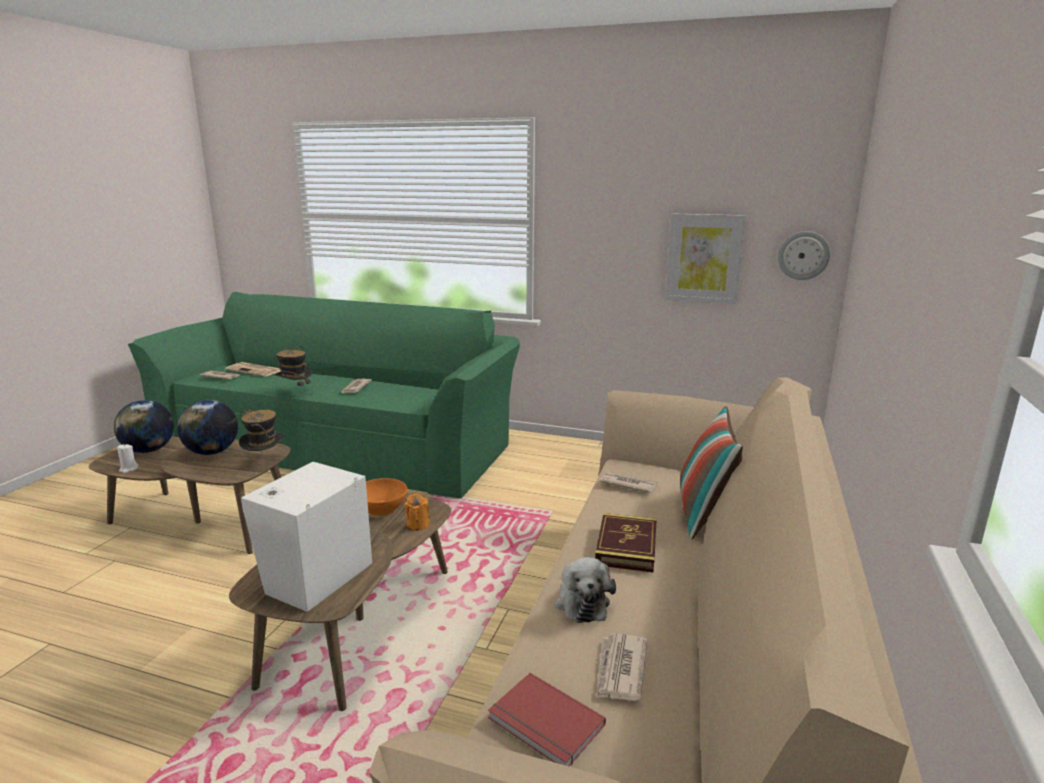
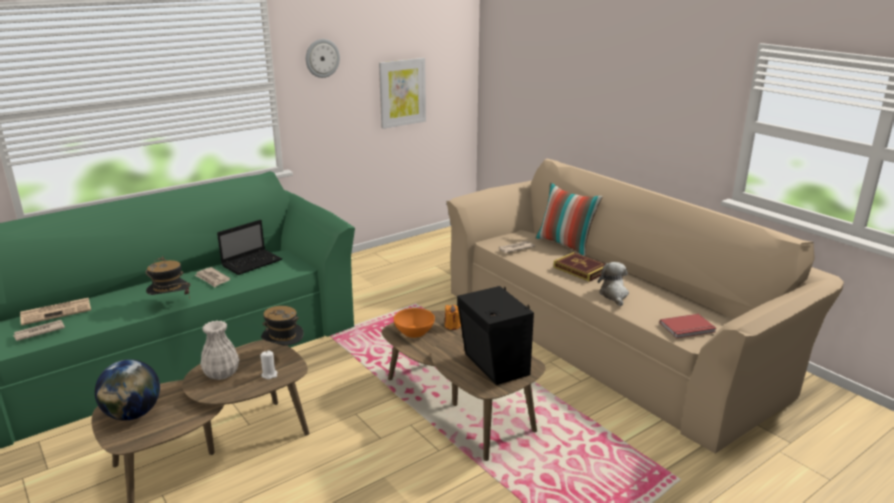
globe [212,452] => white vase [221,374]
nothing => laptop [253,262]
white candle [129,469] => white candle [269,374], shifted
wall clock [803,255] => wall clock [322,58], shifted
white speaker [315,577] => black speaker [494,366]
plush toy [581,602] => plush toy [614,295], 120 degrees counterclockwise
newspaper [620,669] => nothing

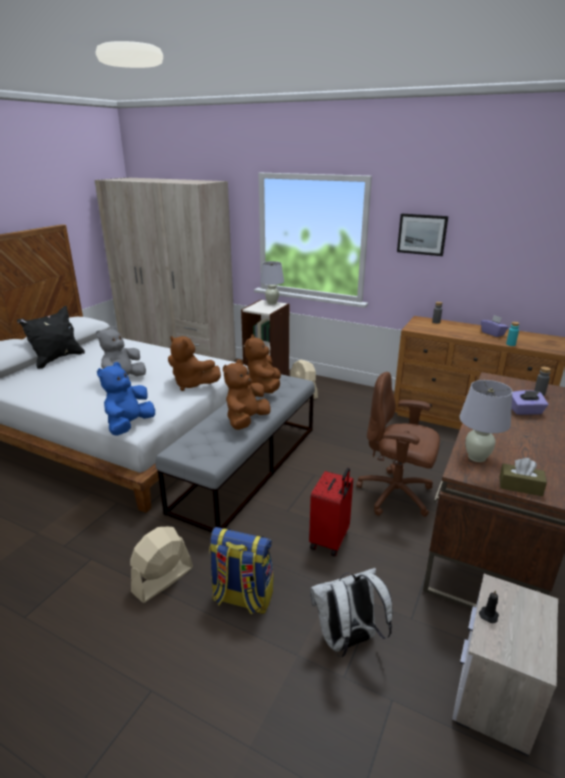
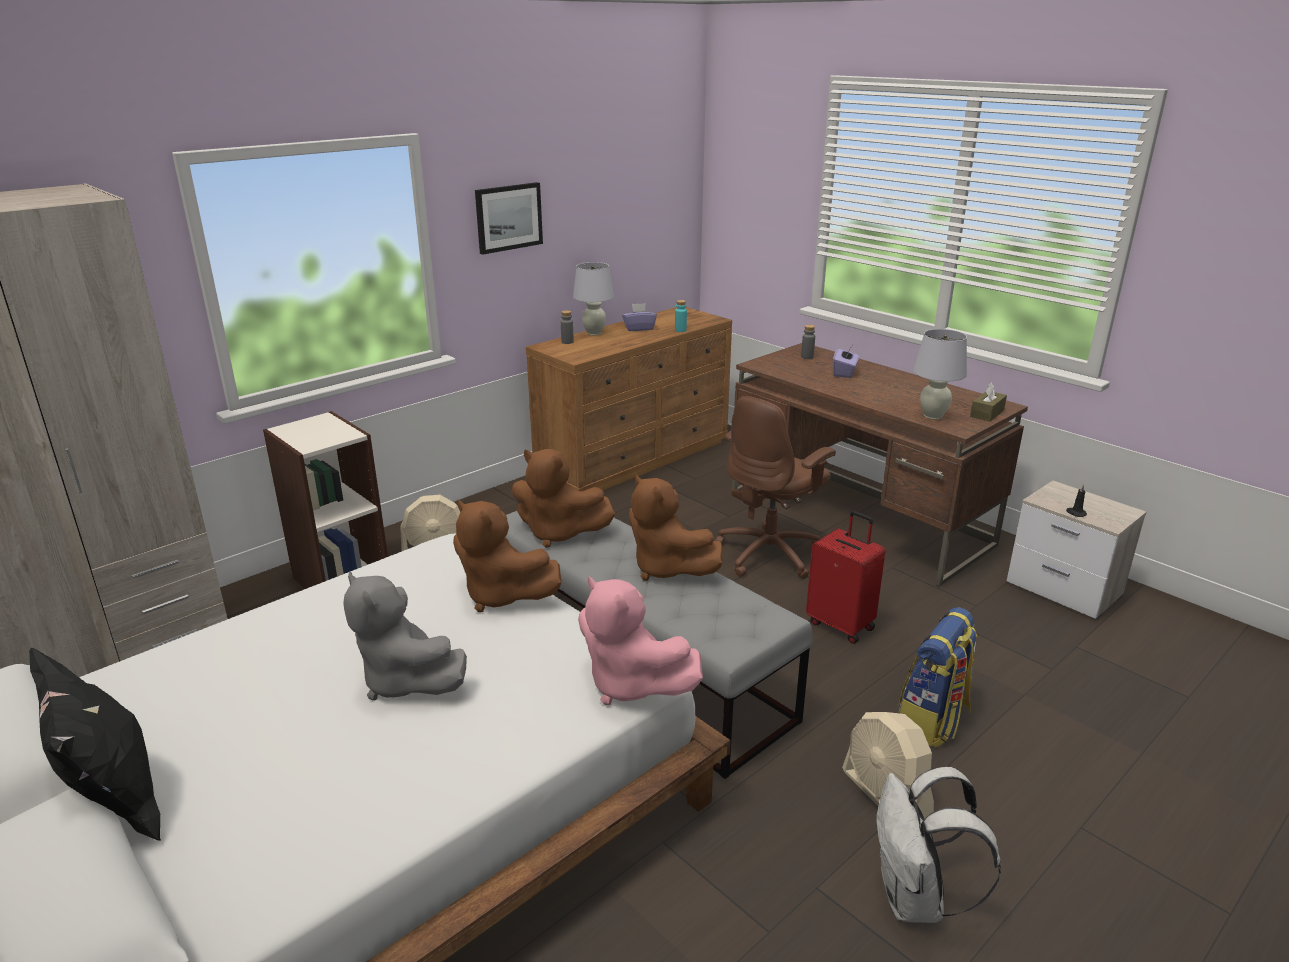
brown plush toy [192,384] => brown plush toy [501,595], 75 degrees clockwise
white table lamp [272,303] => white table lamp [594,333], shifted
blue plush toy [129,425] => pink plush toy [630,684]
white backpack [347,640] => white backpack [915,899], shifted

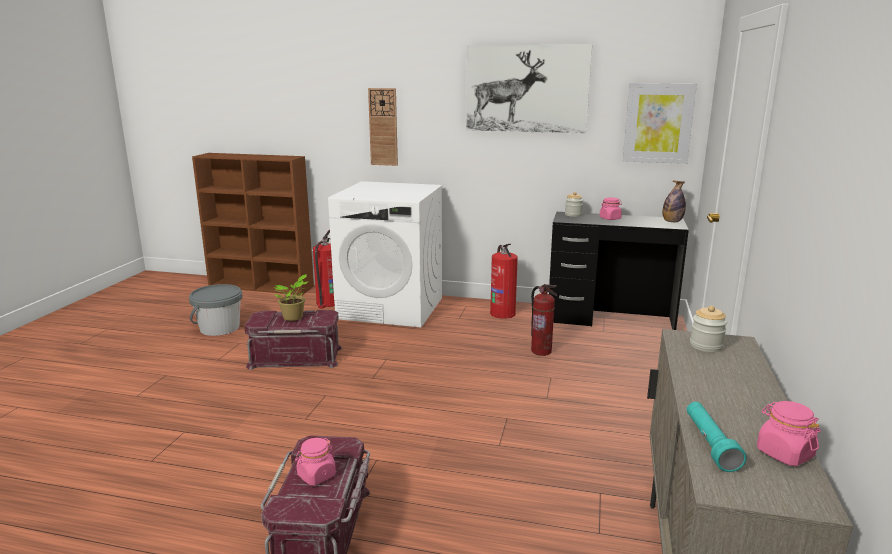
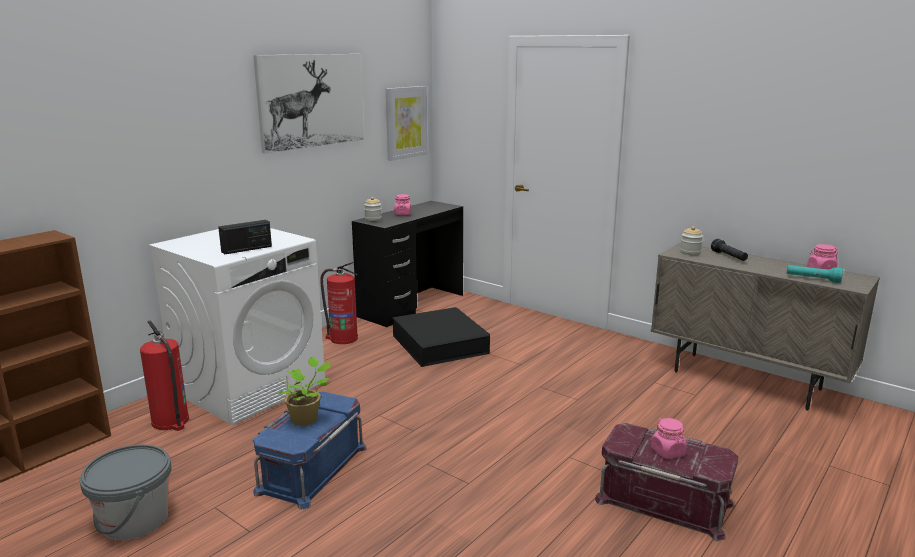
nothing => radio [247,249]
red storage box [296,357] => blue storage box [311,468]
fire extinguisher [541,351] => black storage box [440,344]
nothing => black flashlight [729,257]
wall clock [383,127] => nothing
bottle [672,222] => nothing

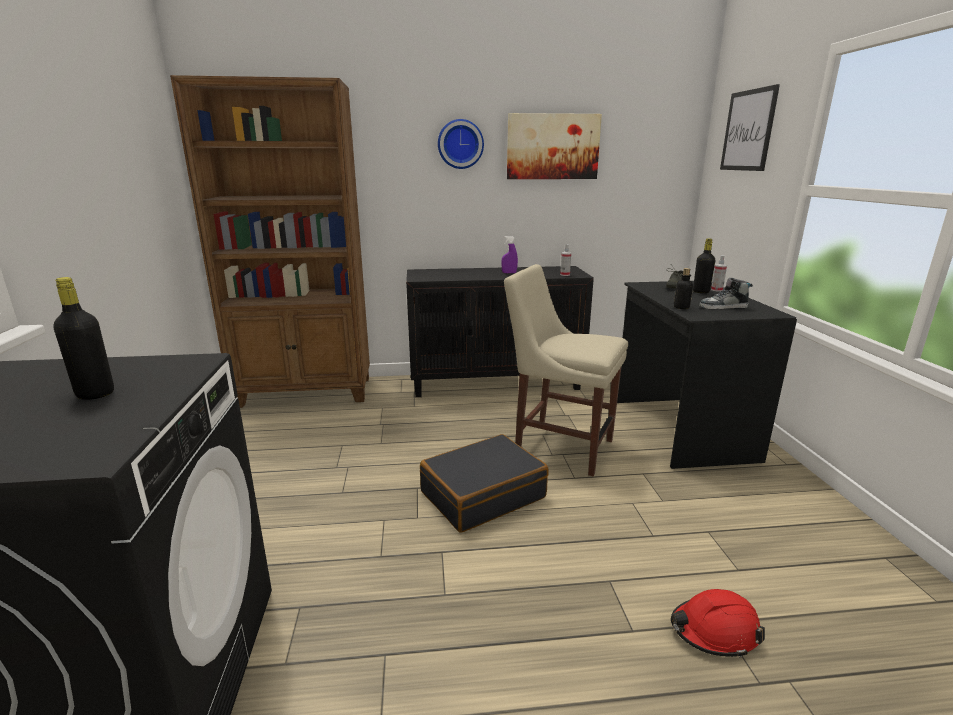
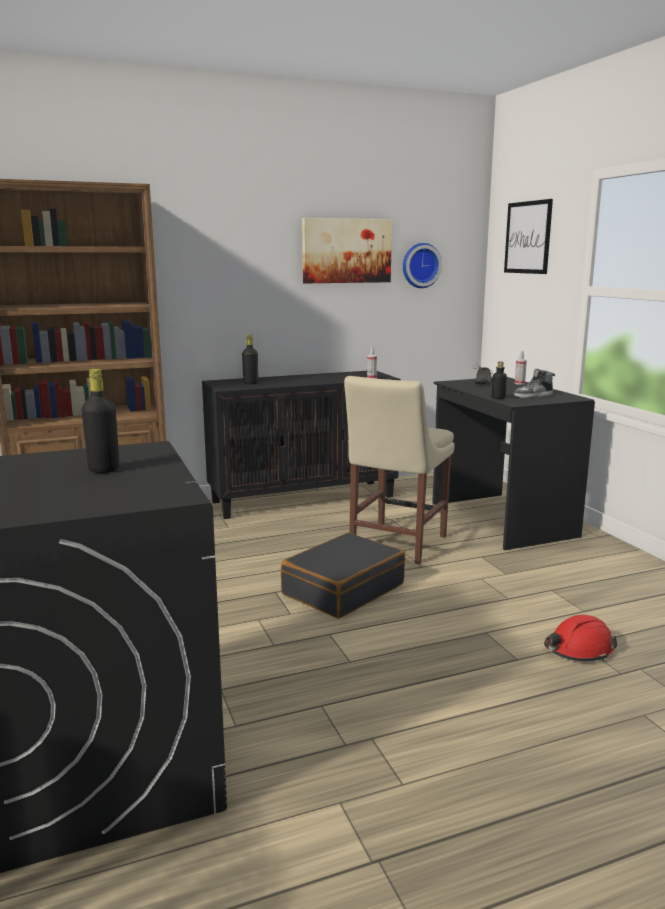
black bottle [701,292] => black bottle [250,383], shifted
beige chair [559,446] => beige chair [395,544], 75 degrees counterclockwise
wall clock [460,144] => wall clock [420,265], shifted
purple spray bottle [509,273] => nothing

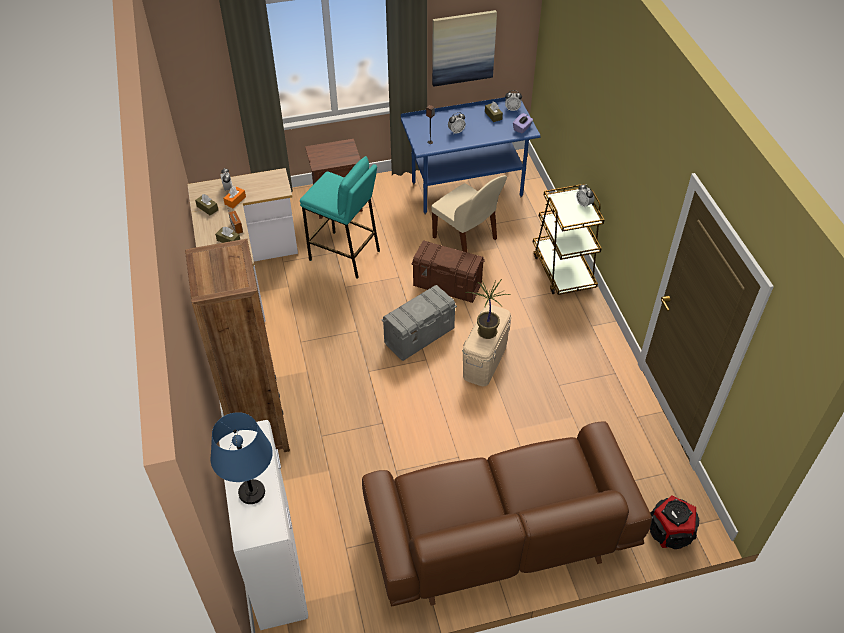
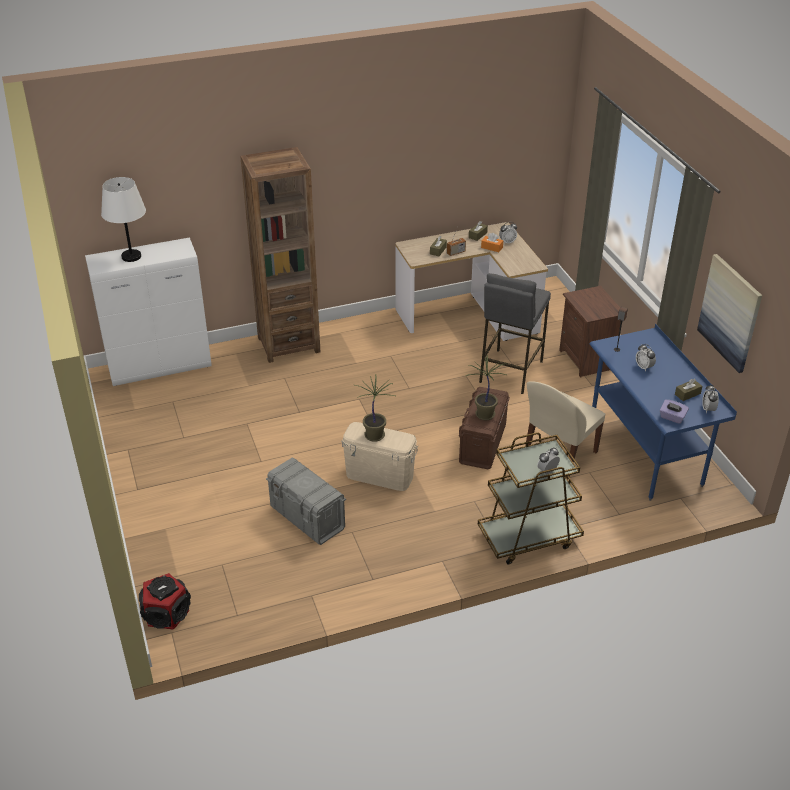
blue table lamp [252,492] => white table lamp [131,256]
grey storage box [419,336] => grey storage box [307,518], shifted
nothing => potted plant [484,415]
turquoise stool [345,255] => grey stool [510,371]
brown sofa [499,533] => nothing

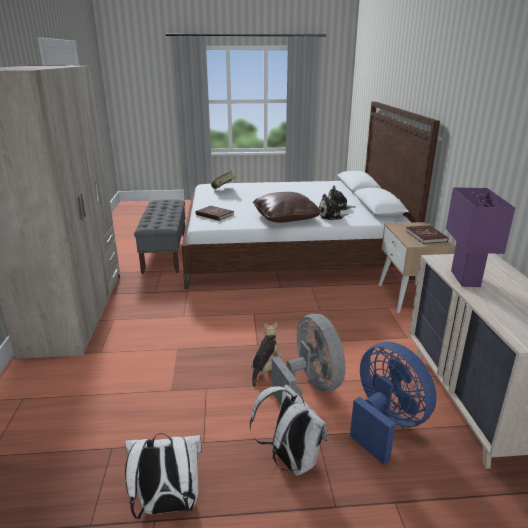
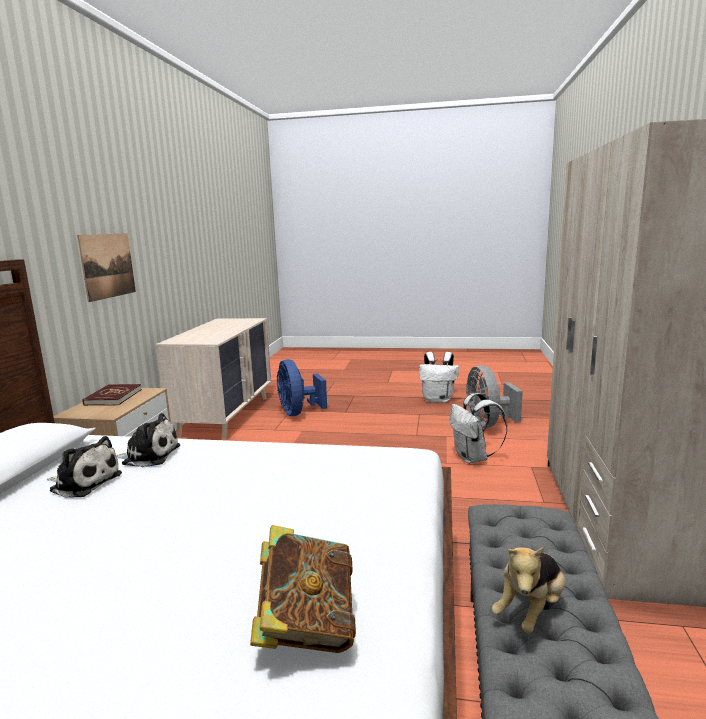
nothing => picture [108,265]
white backpack [290,460] => white backpack [473,458], shifted
grey fan [310,387] => grey fan [488,424], shifted
plush toy [265,368] => plush toy [531,610], shifted
red book [214,215] => nothing
brown pillow [285,218] => nothing
purple table lamp [465,279] => nothing

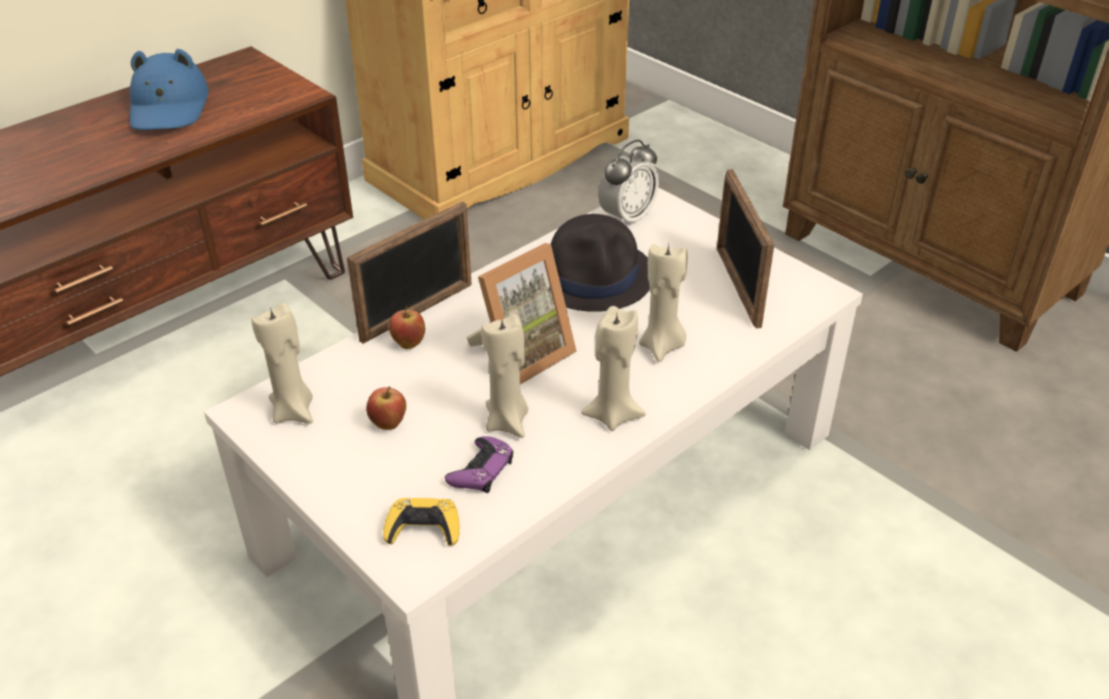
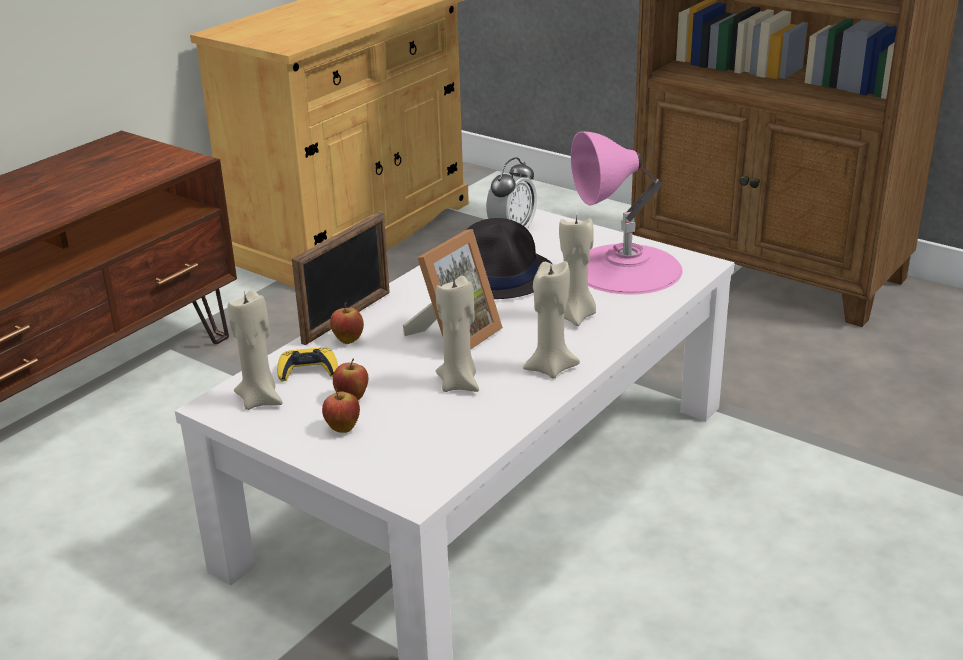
yellow game controller [423,528] => yellow game controller [308,370], shifted
nothing => apple [342,429]
picture frame [737,287] => pink table lamp [626,269]
blue hat [169,107] => nothing
purple game controller [481,470] => nothing

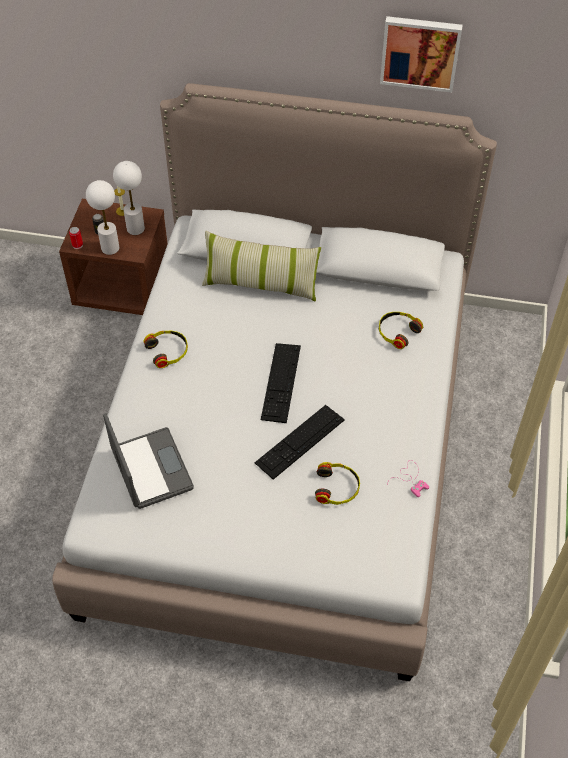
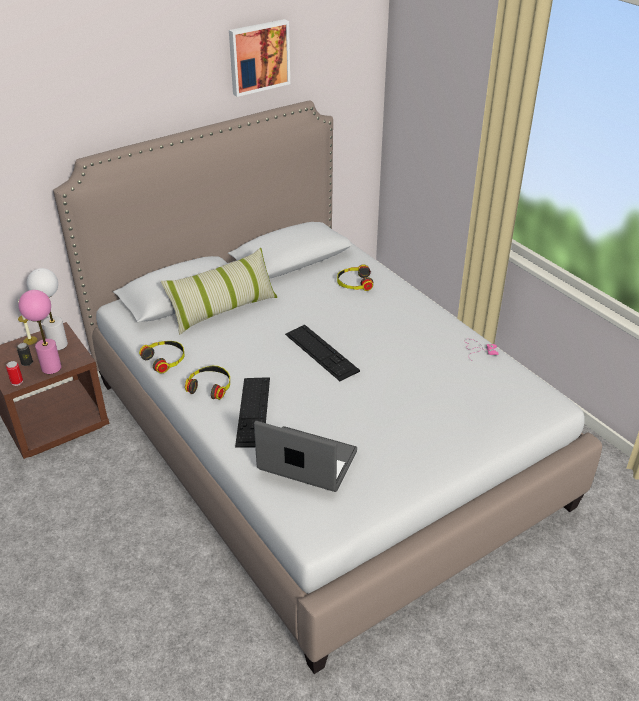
white table lamp [110,248] => pink table lamp [51,368]
headphones [337,487] => headphones [165,359], shifted
keyboard [300,441] => keyboard [253,411], shifted

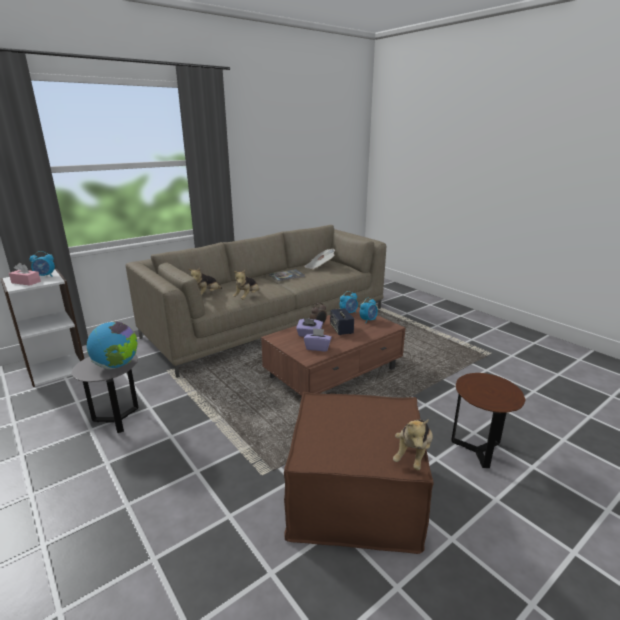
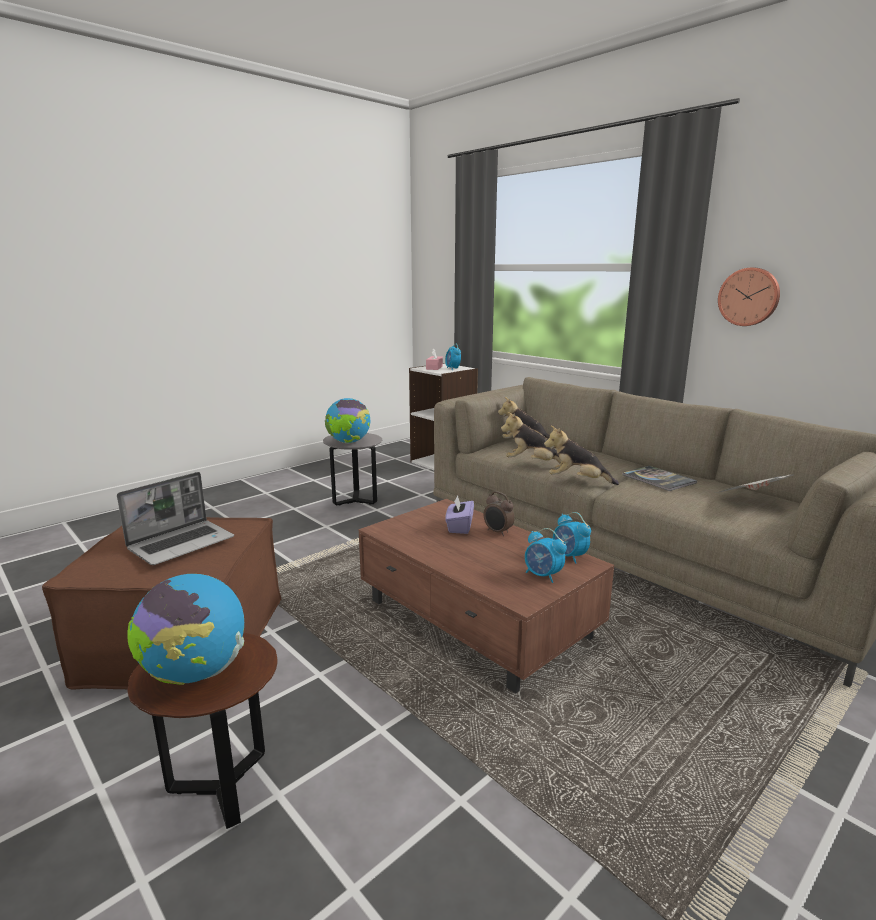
nothing => laptop [182,543]
nothing => globe [195,673]
plush toy [413,455] => plush toy [577,481], shifted
nothing => wall clock [749,297]
purple tissue box [317,348] => nothing
speaker [341,330] => nothing

